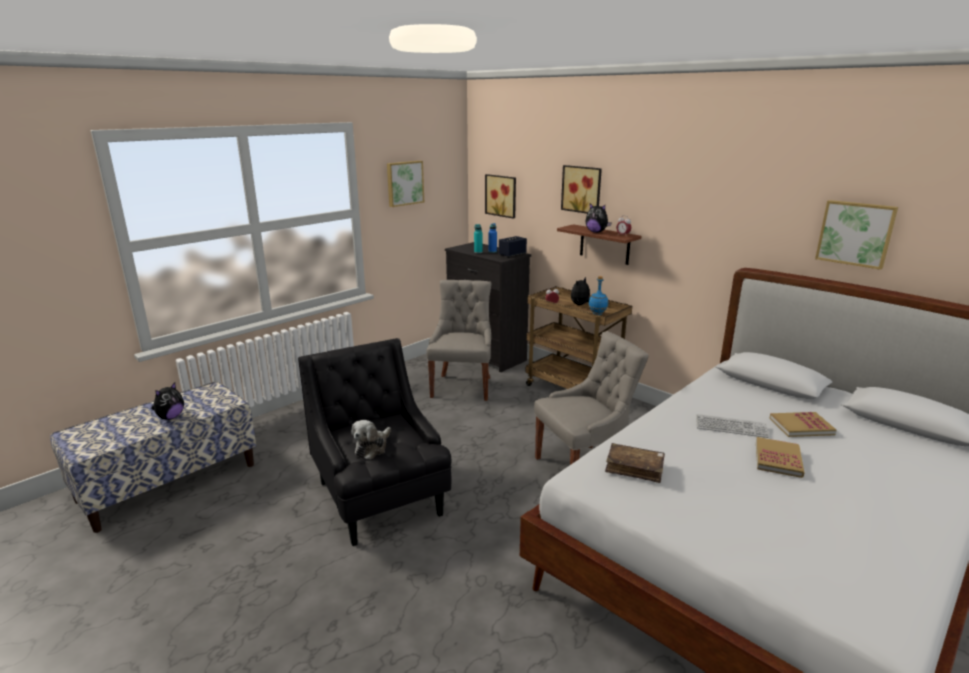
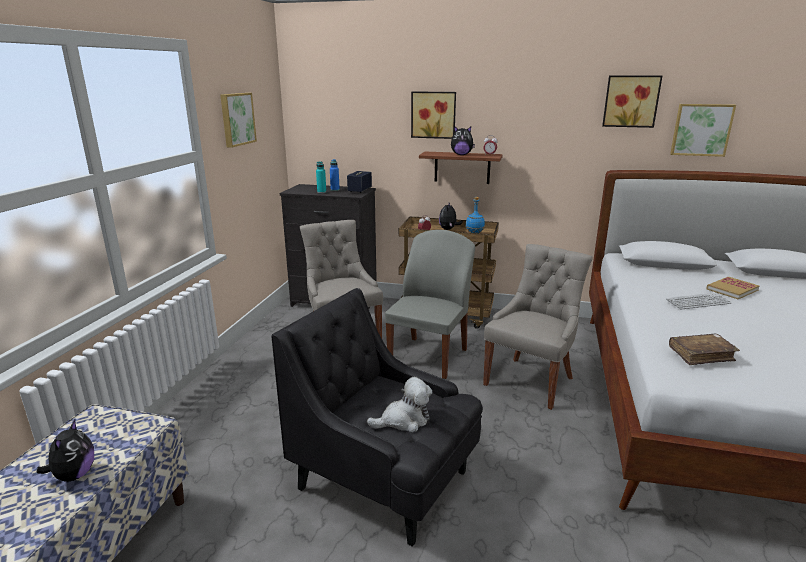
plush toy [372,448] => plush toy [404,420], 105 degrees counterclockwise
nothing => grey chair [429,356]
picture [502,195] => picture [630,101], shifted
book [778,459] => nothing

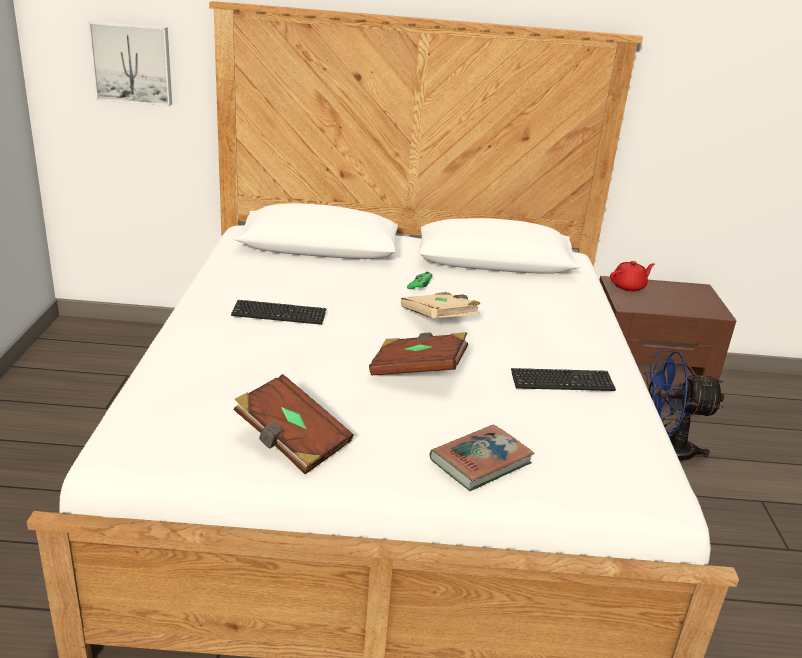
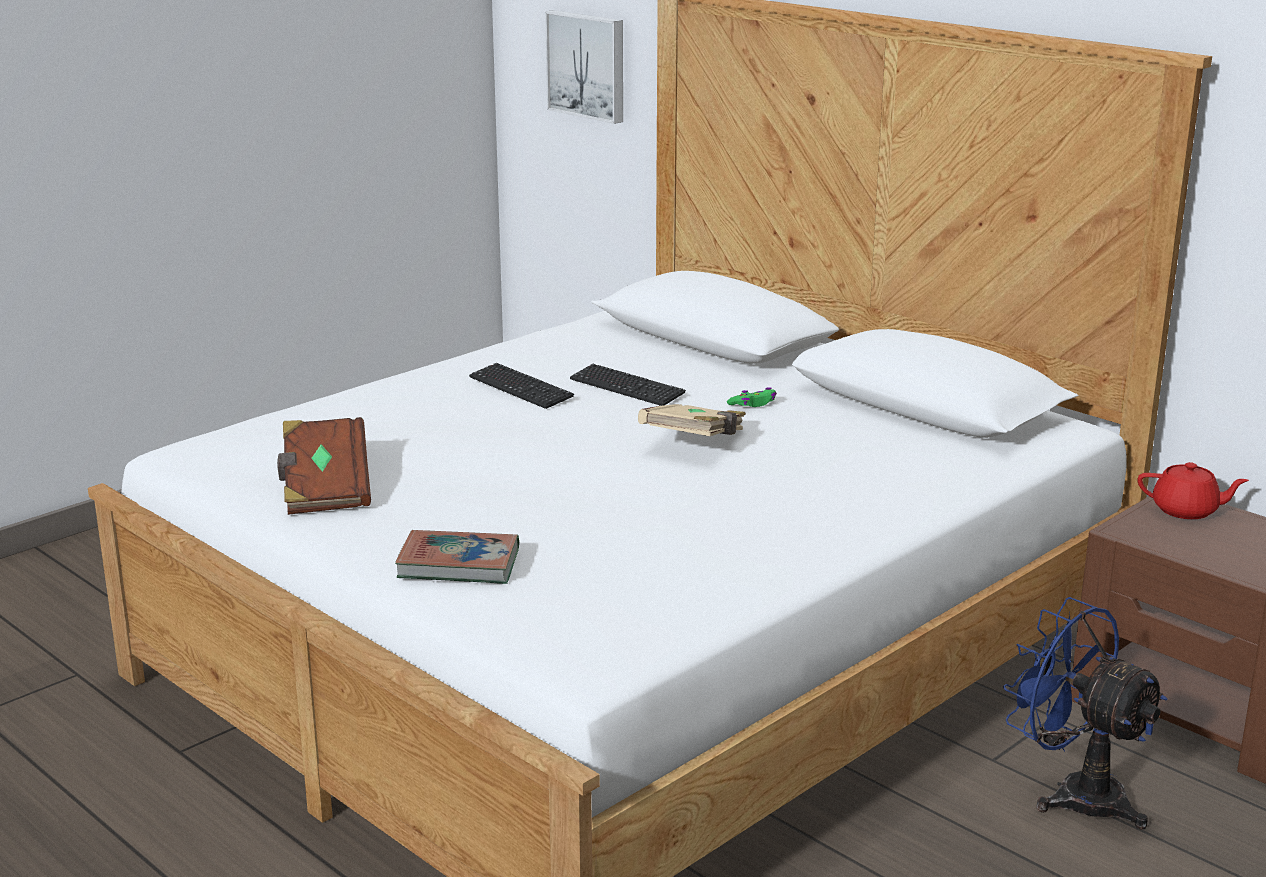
keyboard [562,382] => keyboard [627,388], shifted
brown book [417,370] => nothing

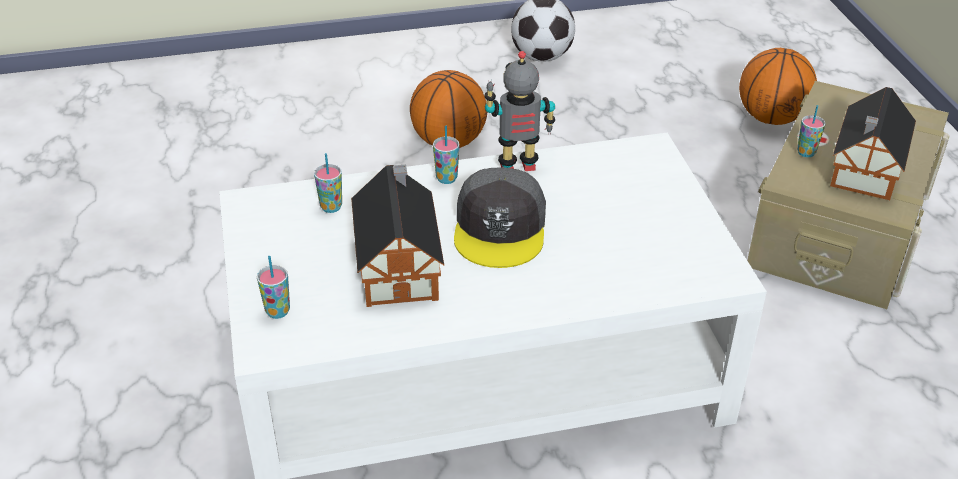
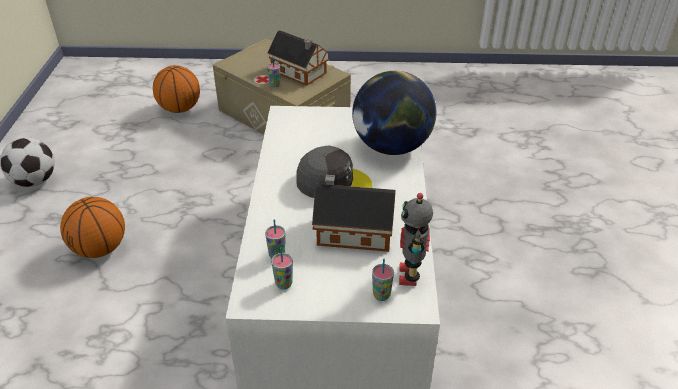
cup [446,178] => cup [283,284], shifted
nothing => globe [391,147]
toy robot [518,167] => toy robot [410,275], shifted

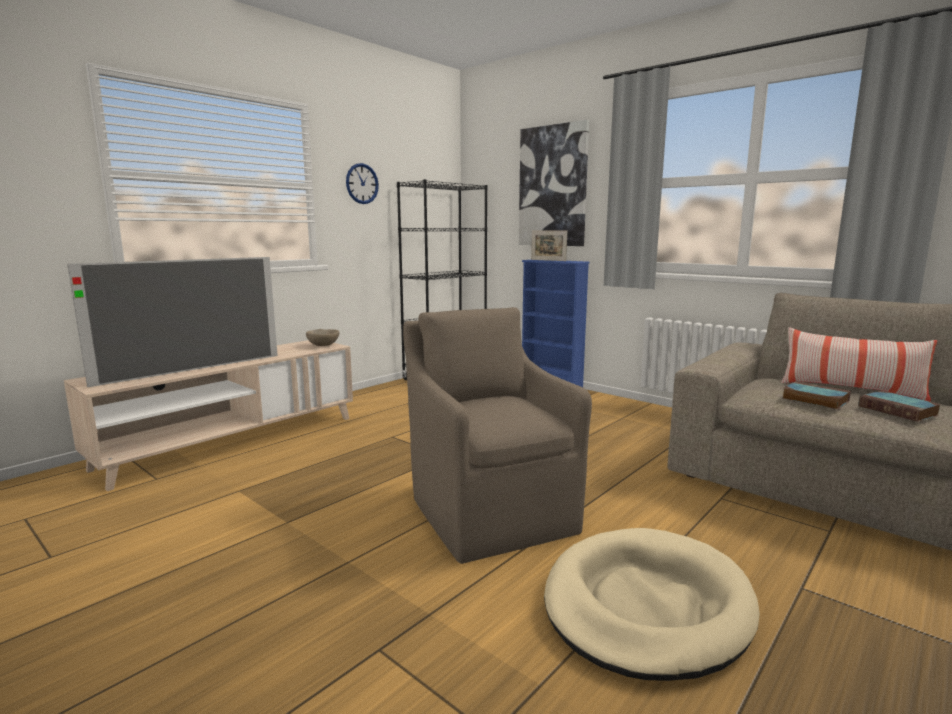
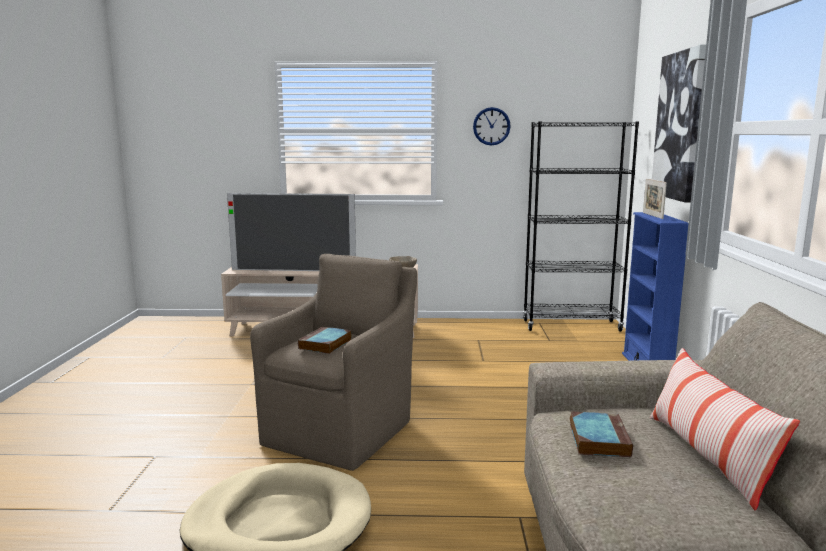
book [899,411] => book [325,344], shifted

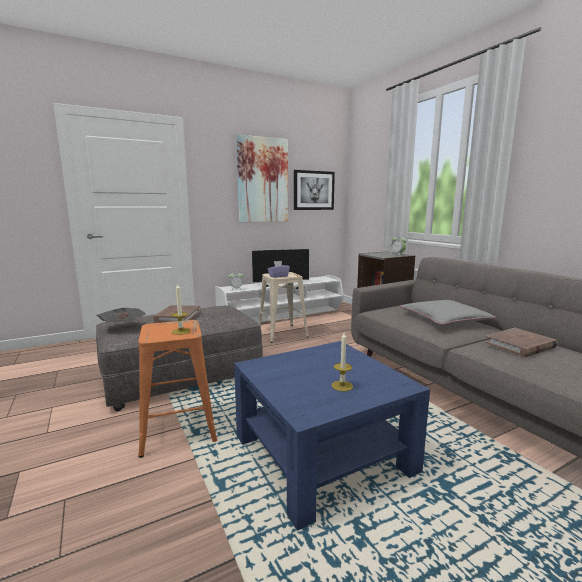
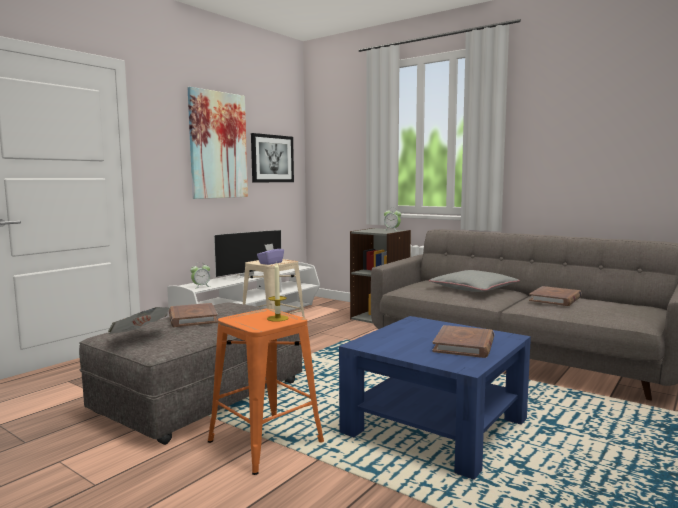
candle [342,386] => brown book [464,345]

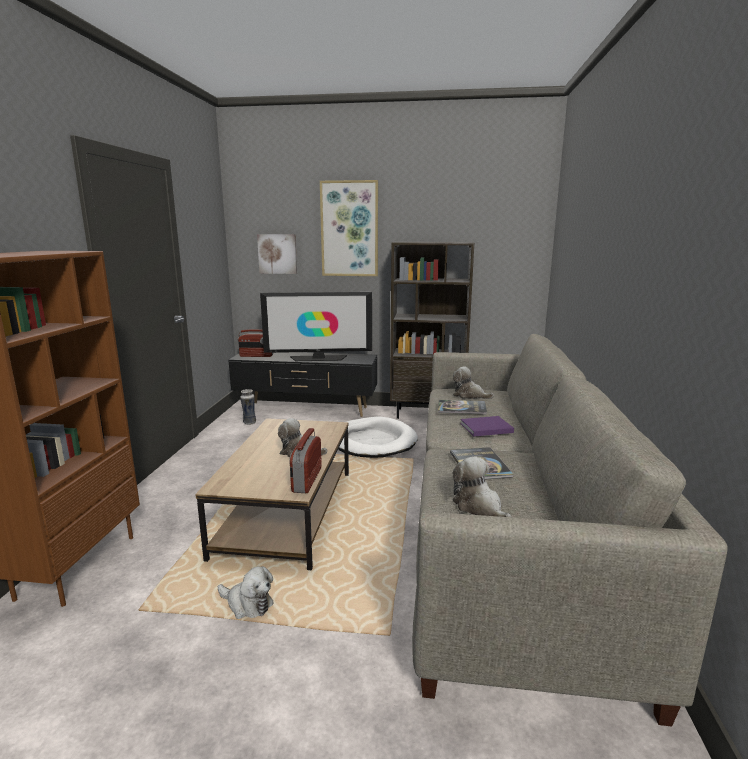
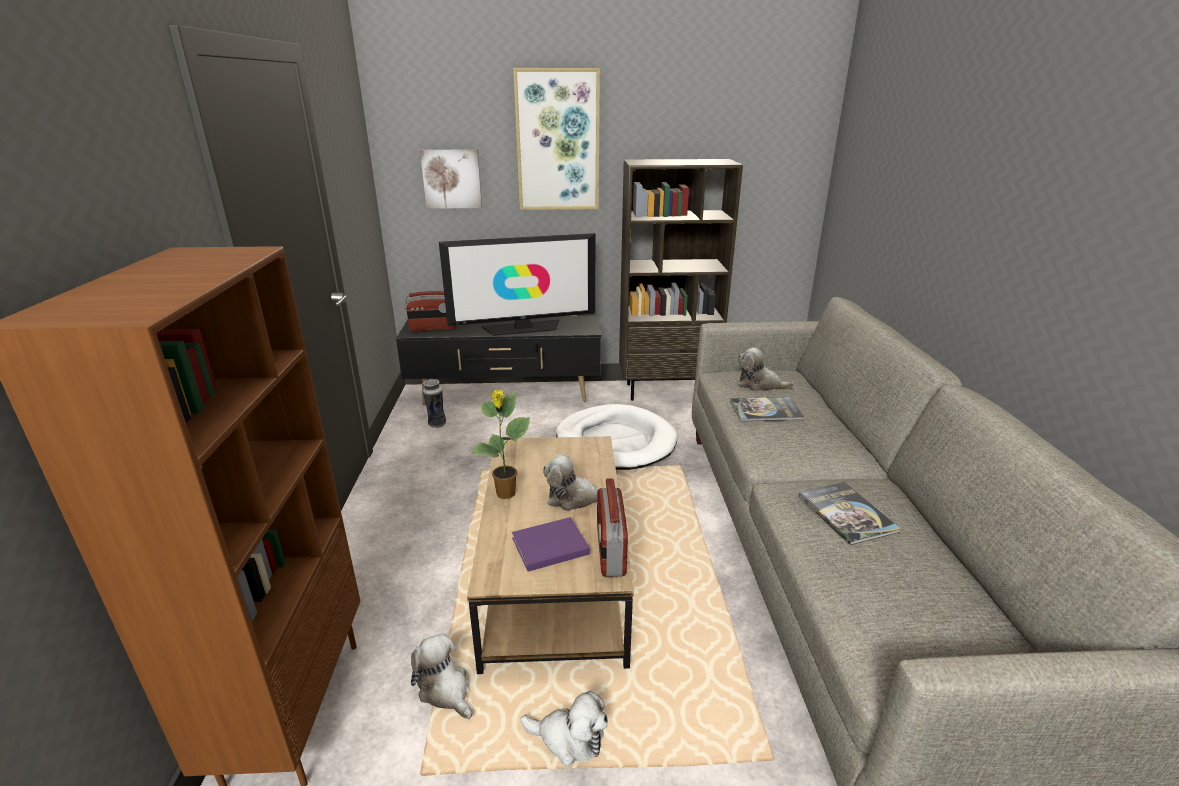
plush toy [479,507] => plush toy [445,690], shifted
nothing => potted plant [506,494]
purple book [484,428] => purple book [548,546], shifted

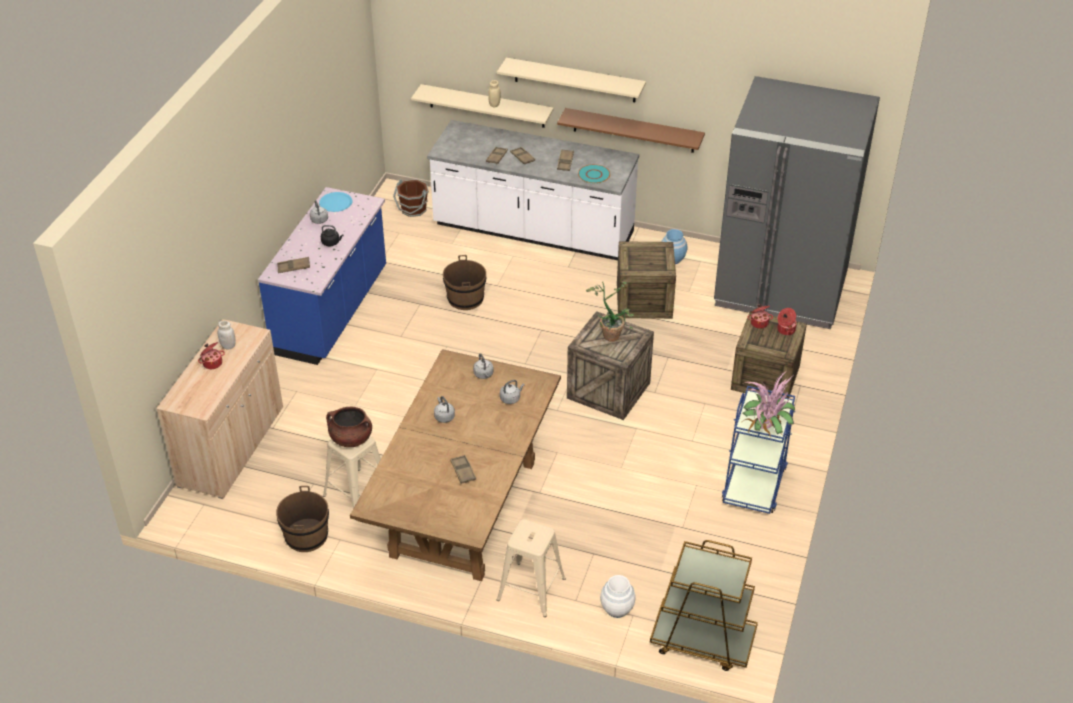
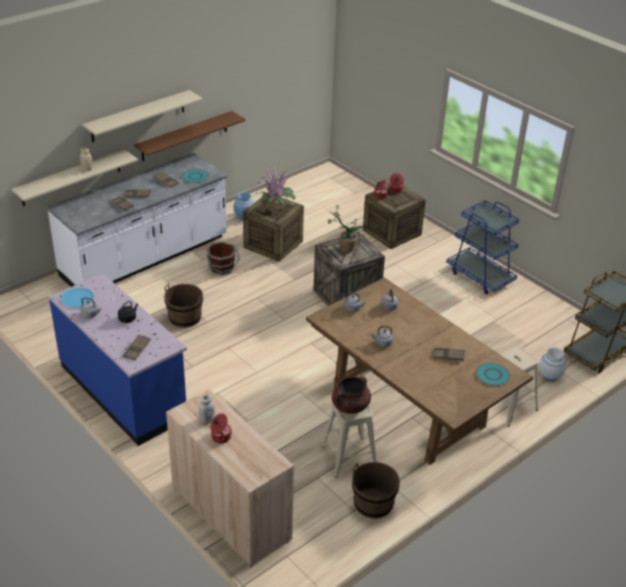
brown bucket [413,209] => brown bucket [222,268], shifted
potted plant [764,431] => potted plant [274,210], shifted
nothing => turquoise plate [492,375]
grey fridge [781,288] => nothing

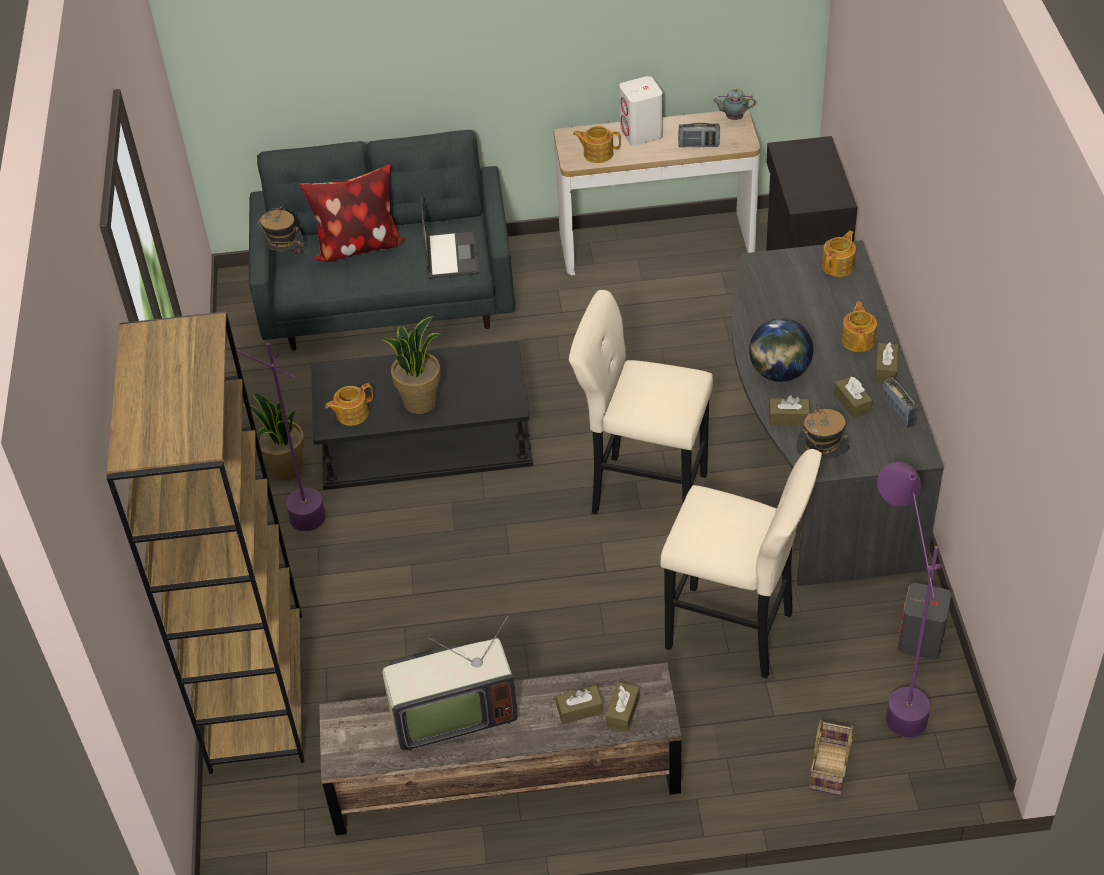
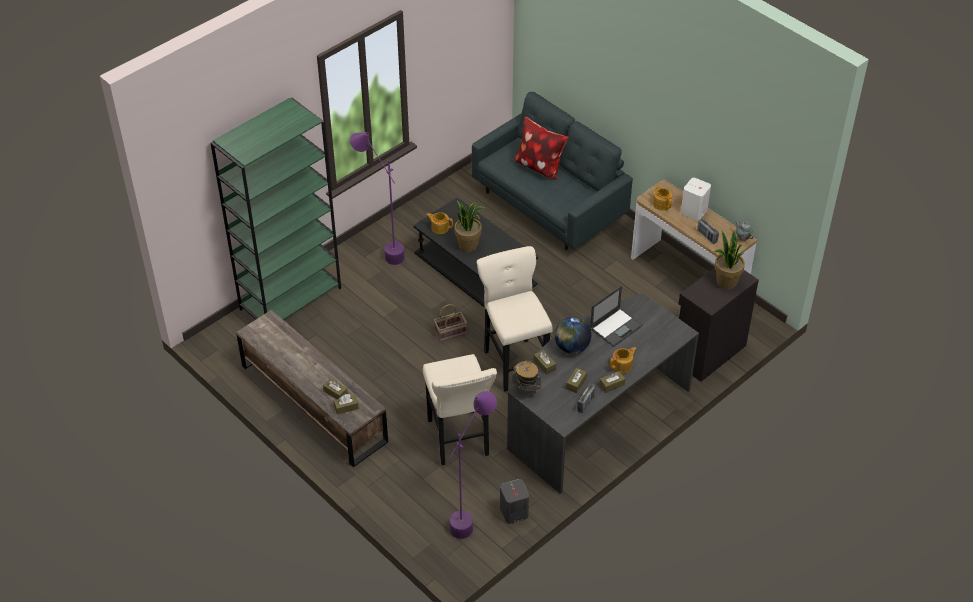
brown bookcase [256,690] => green bookcase [291,298]
basket [831,769] => basket [450,333], shifted
laptop [451,255] => laptop [616,327], shifted
potted plant [285,468] => potted plant [726,282], shifted
hat [285,257] => nothing
television [450,714] => nothing
teapot [838,266] => nothing

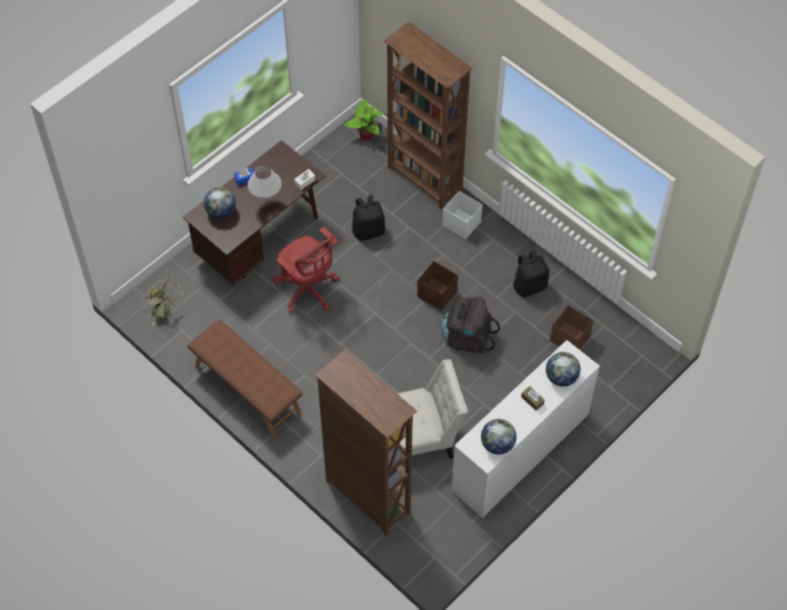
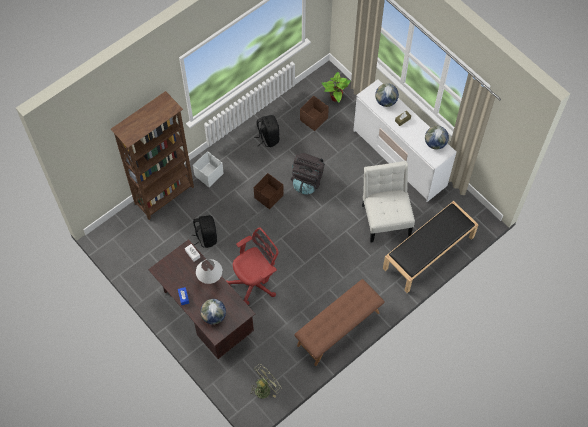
potted plant [366,135] => potted plant [335,97], shifted
brown bookcase [368,495] => black bench [428,253]

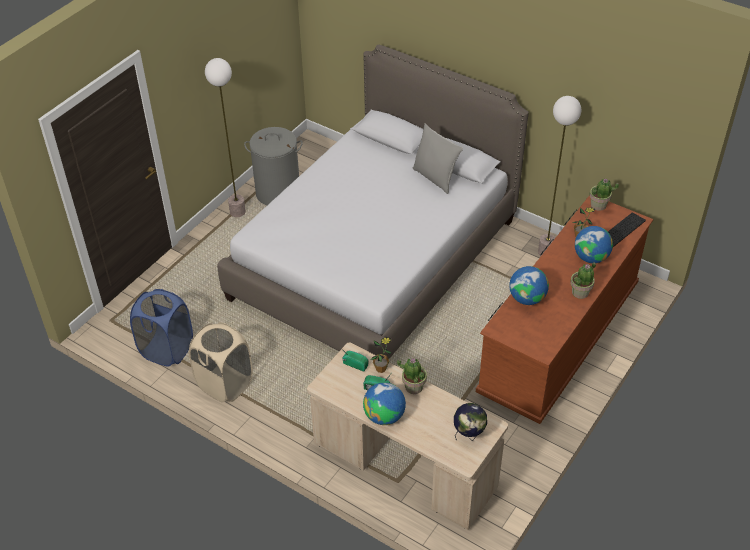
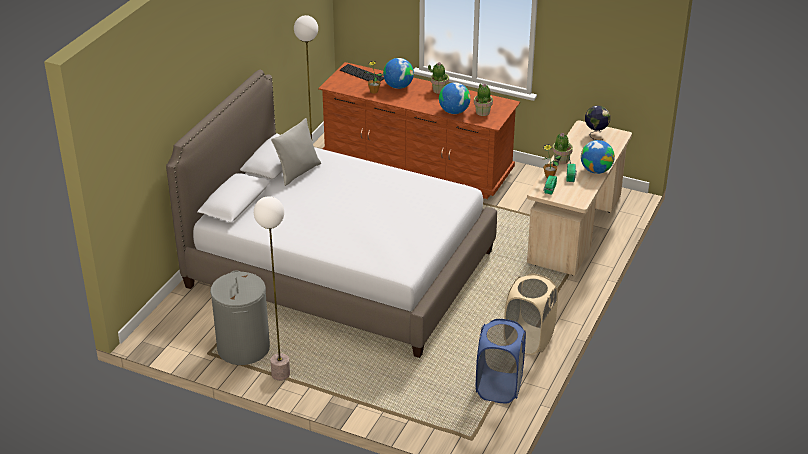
potted plant [598,205] => potted plant [482,112], shifted

